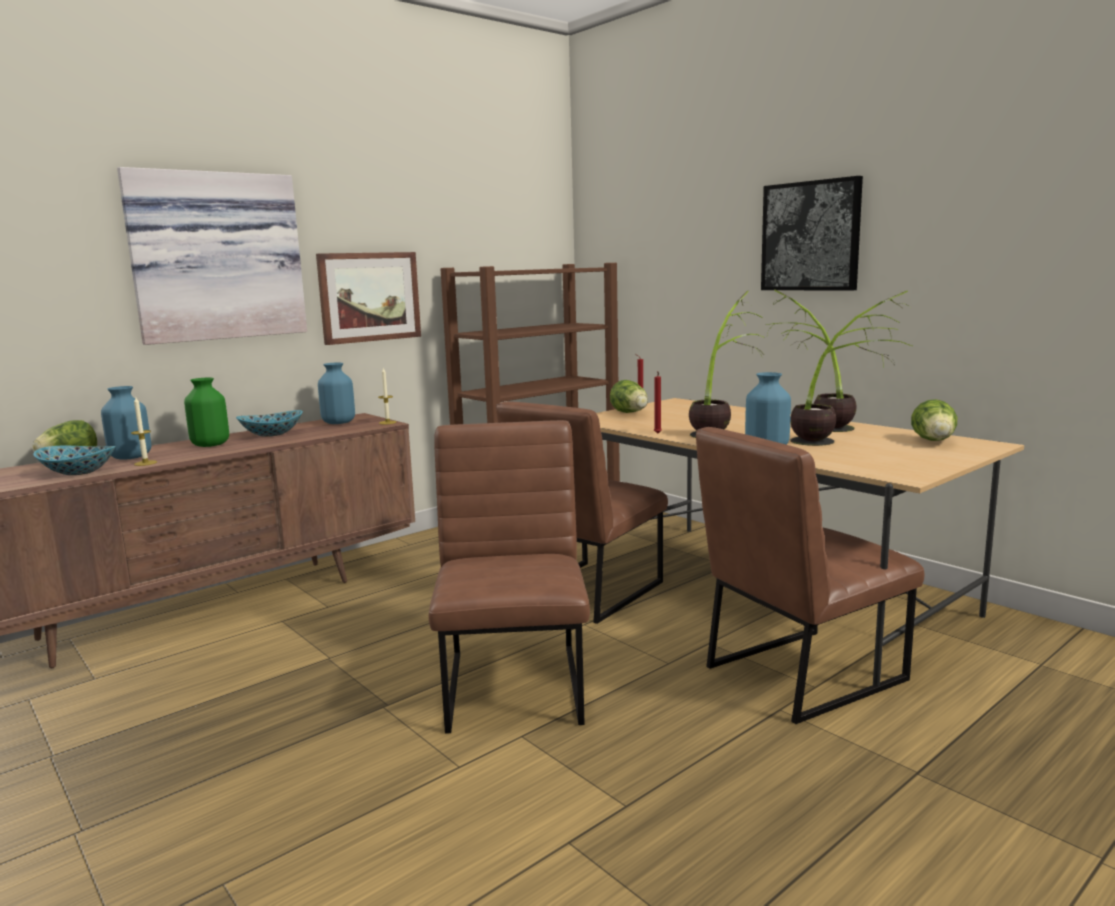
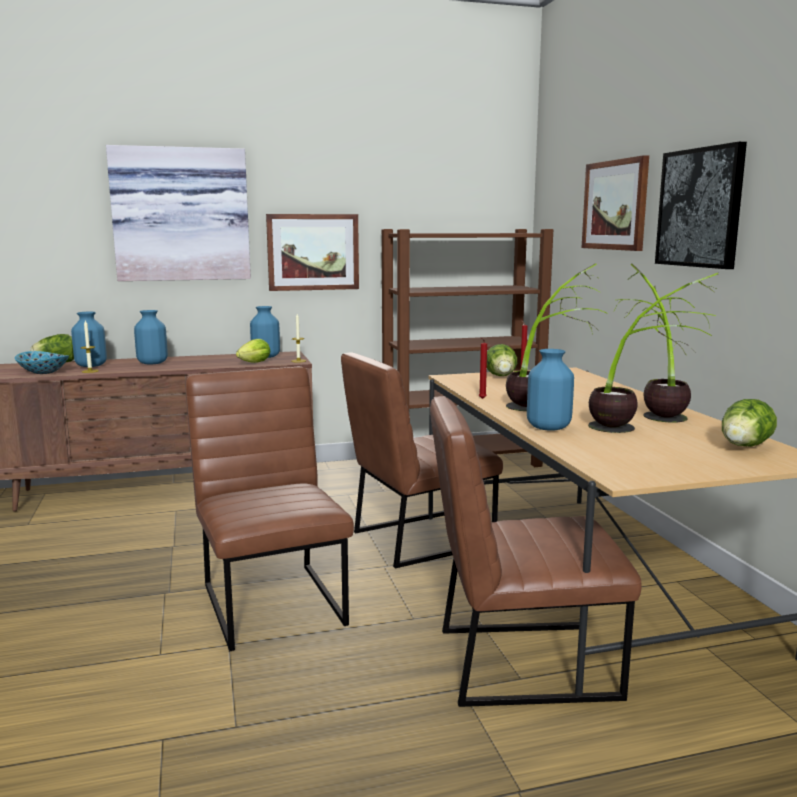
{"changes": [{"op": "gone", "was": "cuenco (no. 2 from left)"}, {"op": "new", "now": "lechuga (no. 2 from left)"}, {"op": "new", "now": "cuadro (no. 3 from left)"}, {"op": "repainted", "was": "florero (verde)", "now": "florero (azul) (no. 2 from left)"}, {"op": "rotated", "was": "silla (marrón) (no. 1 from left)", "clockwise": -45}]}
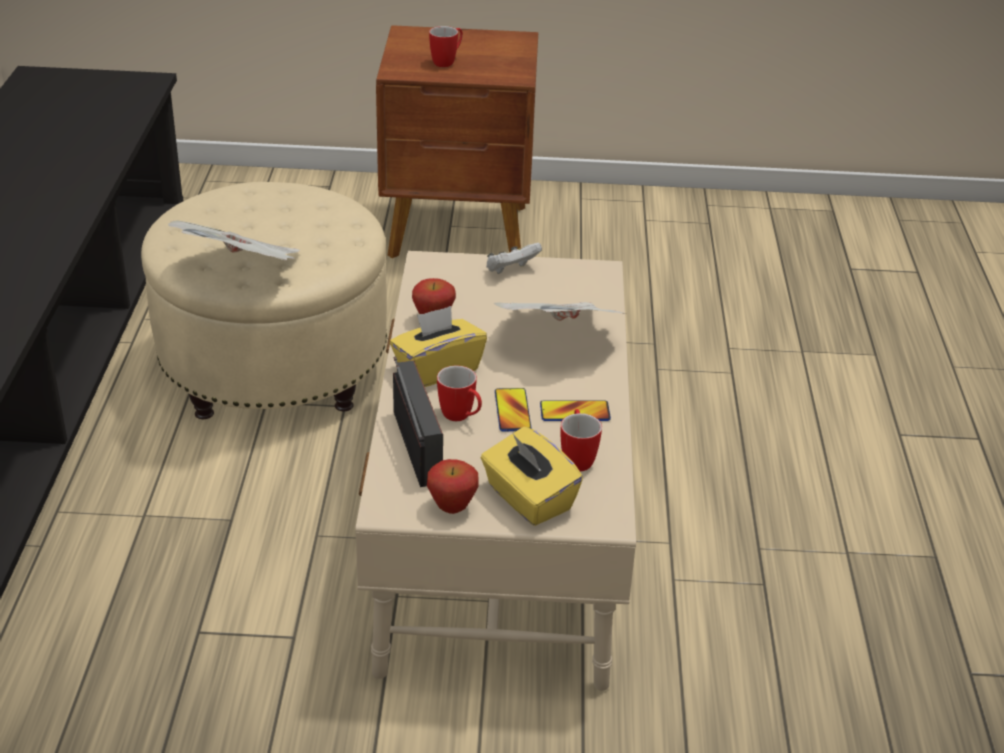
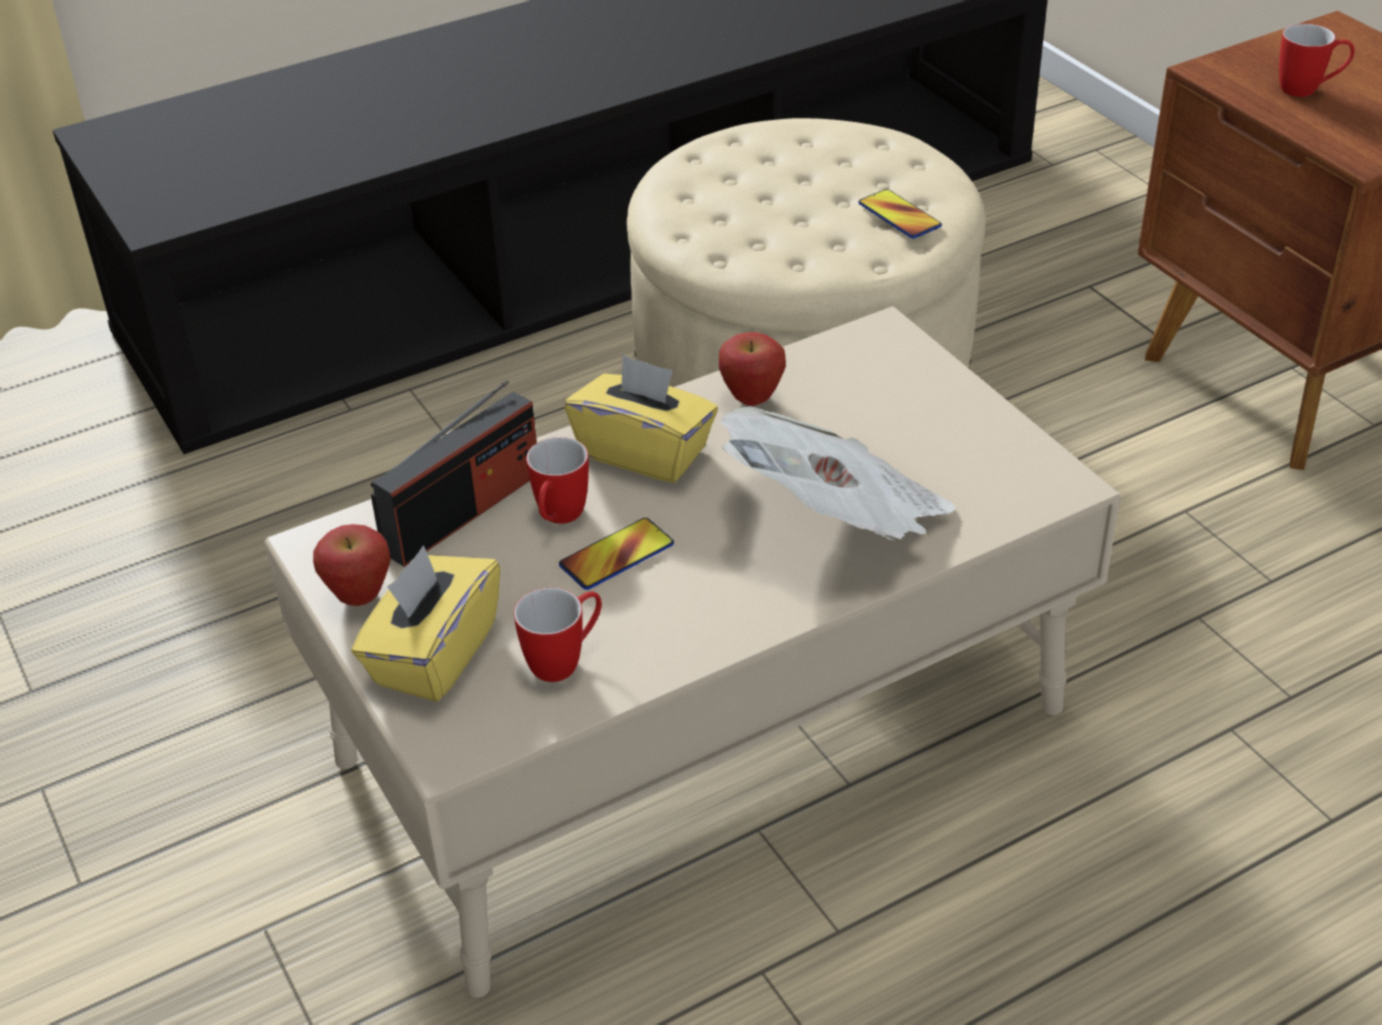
{"changes": [{"op": "gone", "was": "periódico (no. 1 from left)"}, {"op": "gone", "was": "mando de consola (blanco)"}, {"op": "shifted", "was": "móvil (no. 2 from left)"}]}
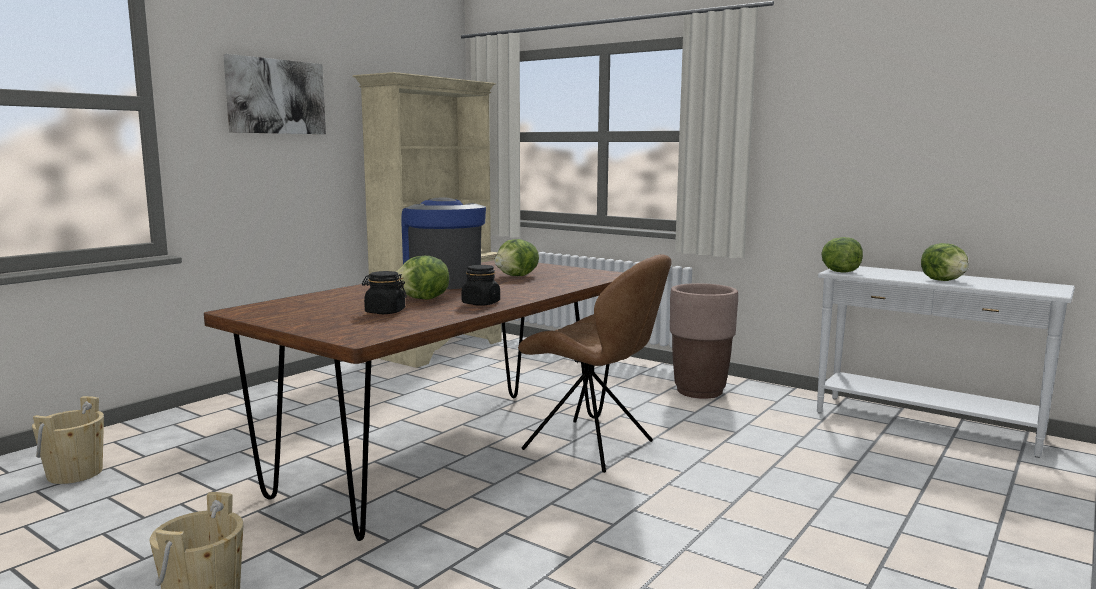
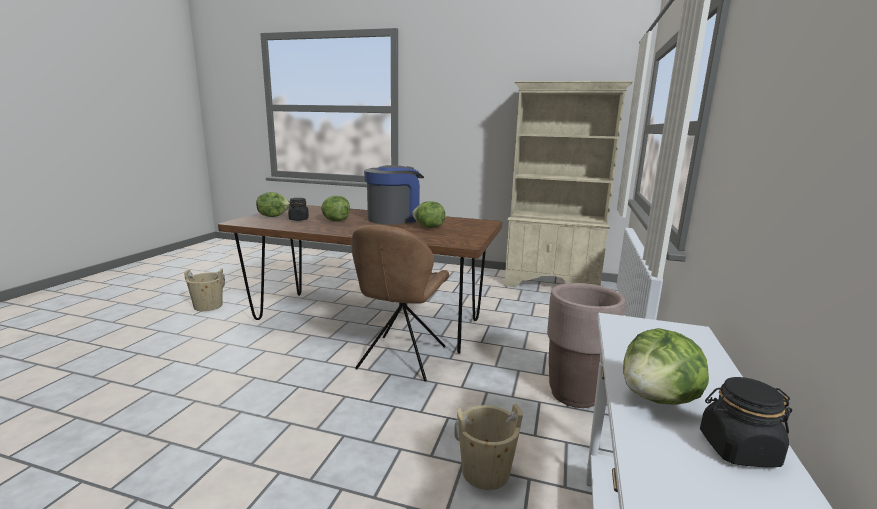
{"changes": [{"op": "gone", "was": "cuadro"}, {"op": "shifted", "was": "cubo (beis) (no. 1 from left in the first image)", "now": "cubo (beis) (no. 2 from left)"}, {"op": "shifted", "was": "tarro (negro) (no. 2 from left)"}, {"op": "shifted", "was": "lechuga (no. 3 from left in the first image)", "now": "lechuga (no. 1 from left)"}]}
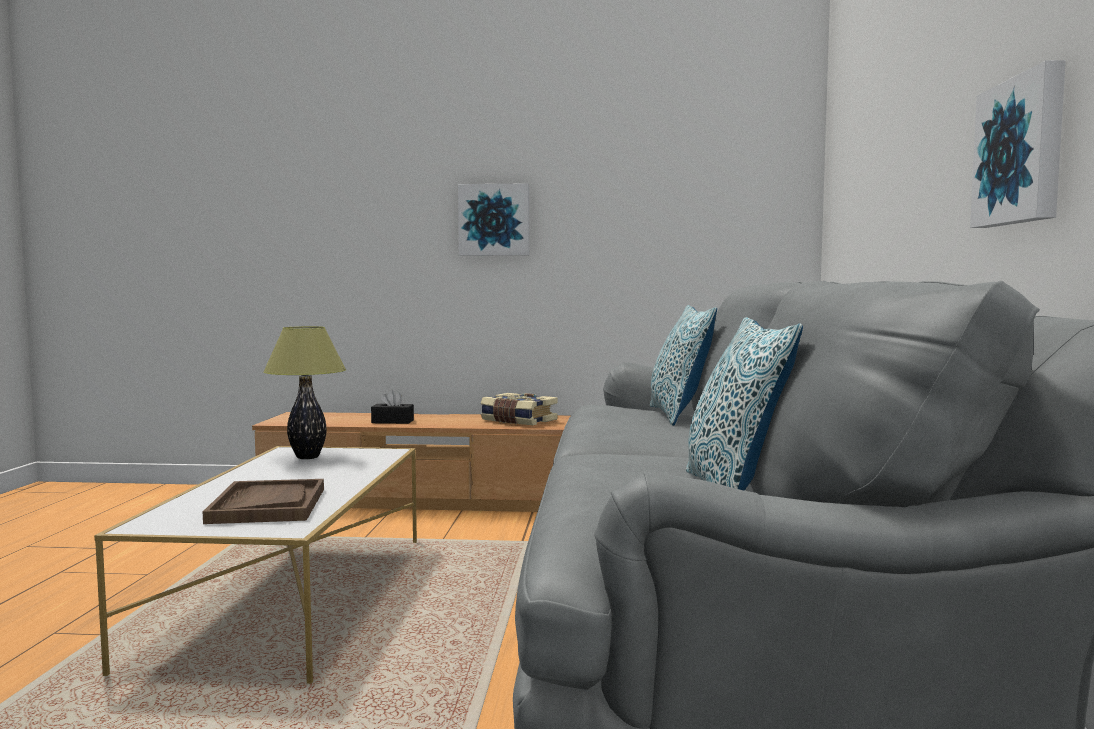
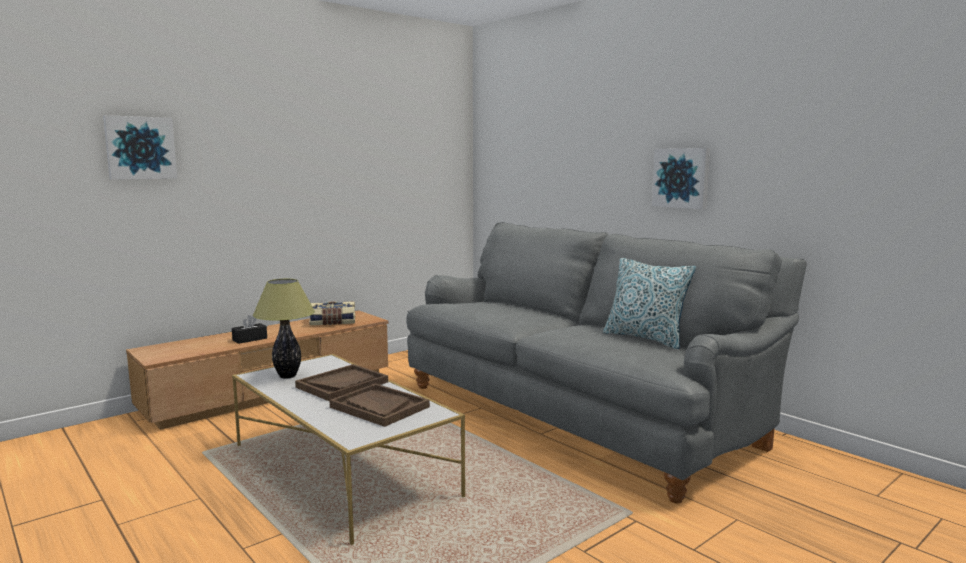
{"changes": [{"op": "gone", "was": "cojín (no. 1 from left)"}, {"op": "new", "now": "bandeja (marrón) (no. 1 from left)"}, {"op": "shifted", "was": "cuadro (no. 1 from left)"}]}
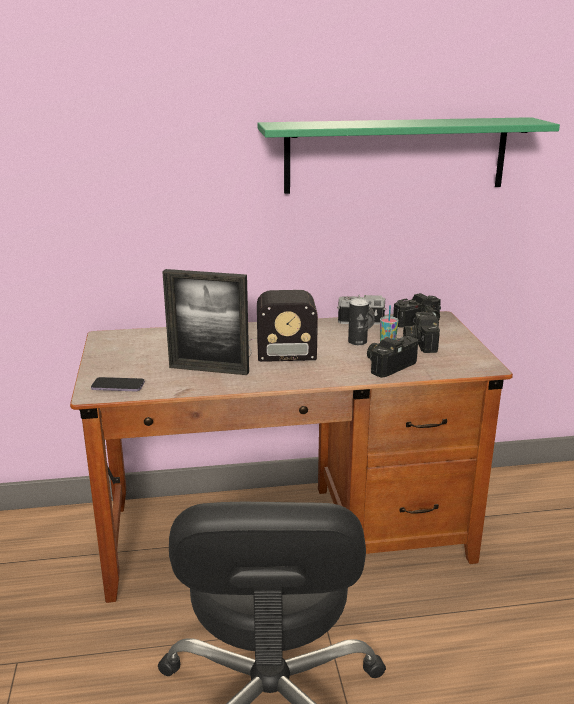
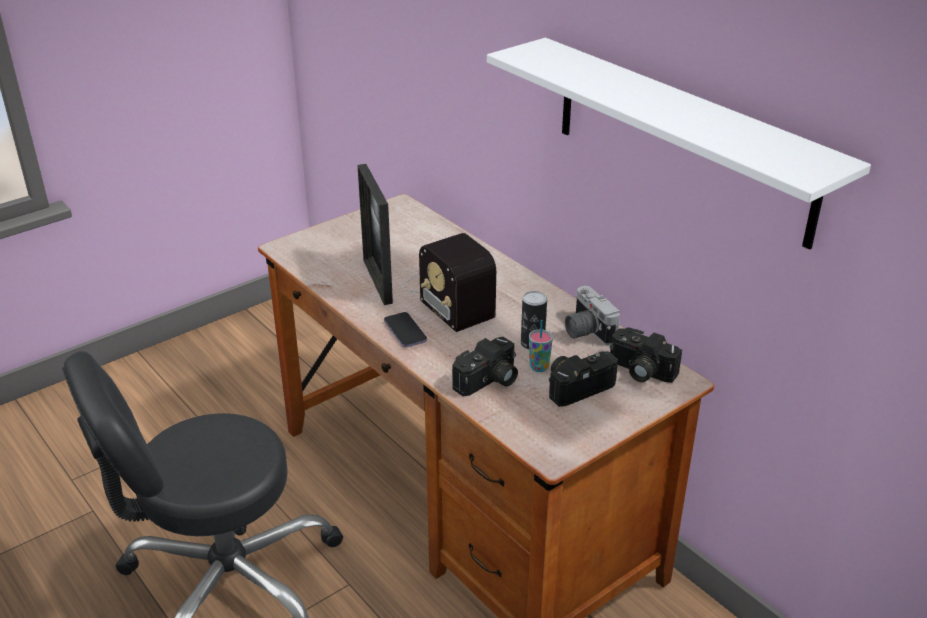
{"changes": [{"op": "shifted", "was": "móvil"}, {"op": "repainted", "was": "estante (verde)", "now": "estante (blanco)"}, {"op": "rotated", "was": "cámara (no. 2 from left in the first image)", "clockwise": 120}]}
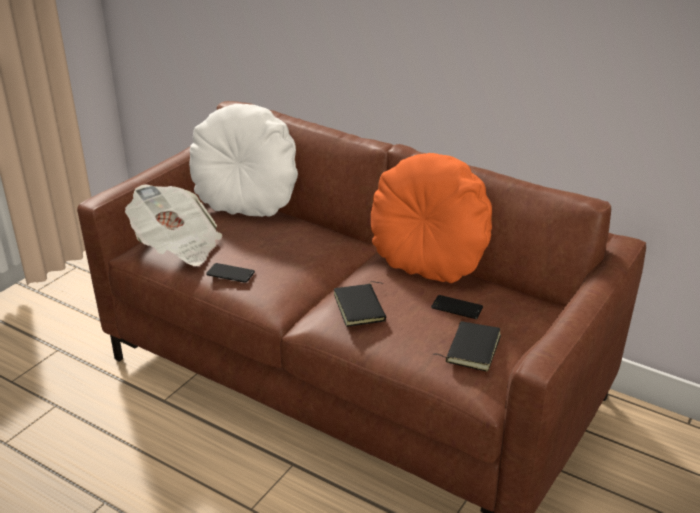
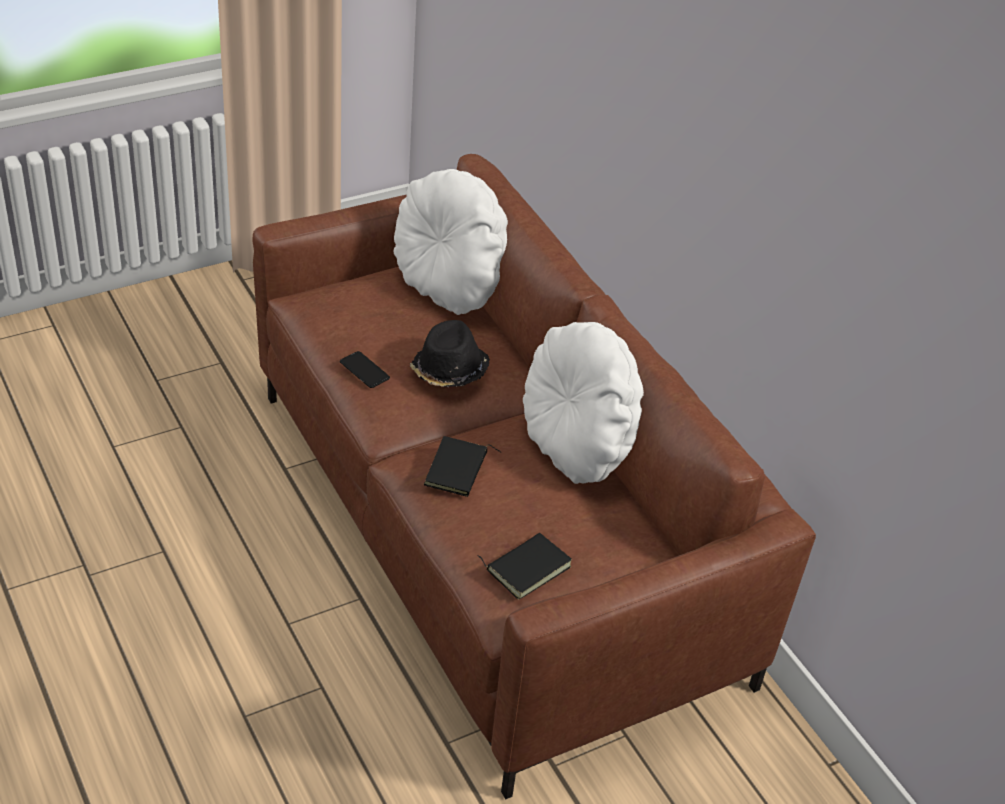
{"changes": [{"op": "gone", "was": "periódico"}, {"op": "gone", "was": "móvil (no. 2 from left)"}, {"op": "new", "now": "sombrero (negro)"}, {"op": "repainted", "was": "cojín (naranja)", "now": "cojín (blanco) (no. 2 from left)"}]}
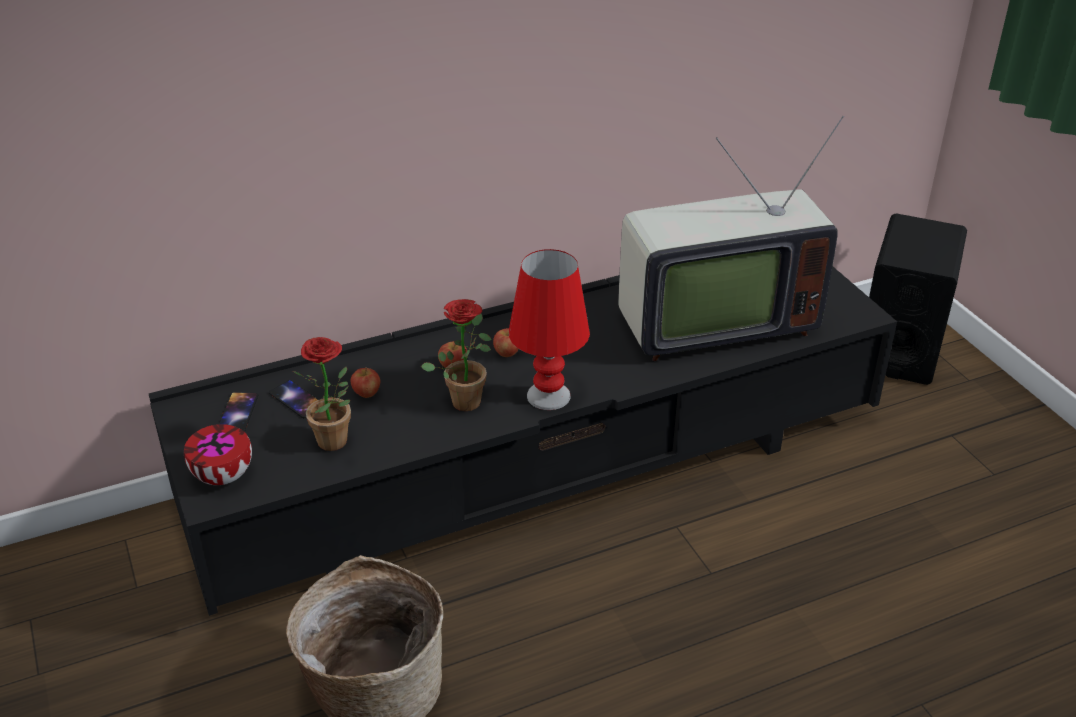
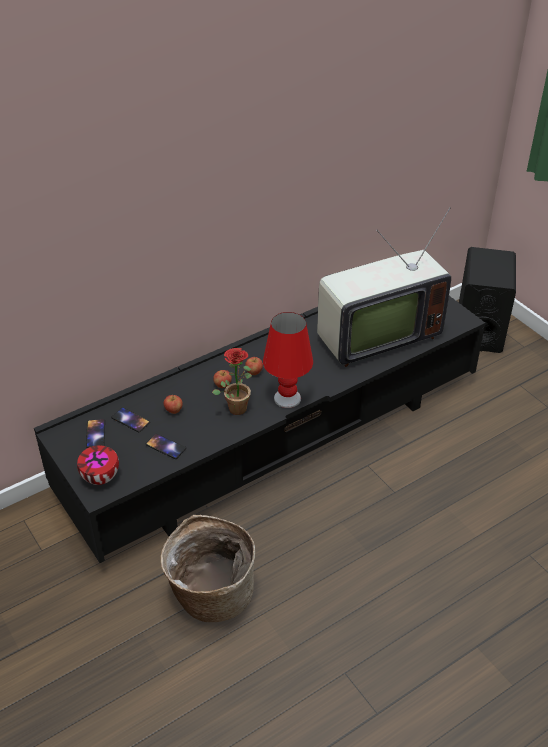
{"changes": [{"op": "swapped", "was": "planta en maceta (no. 1 from left)", "now": "móvil (no. 3 from left)"}]}
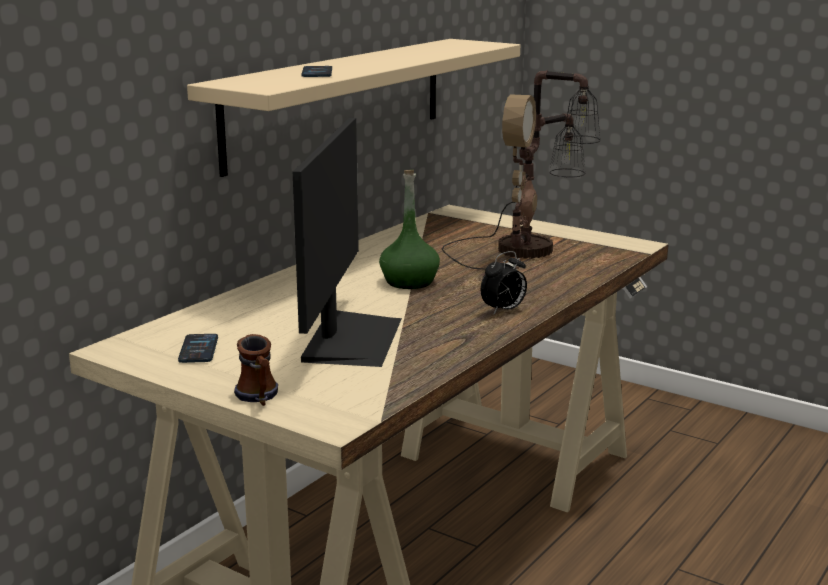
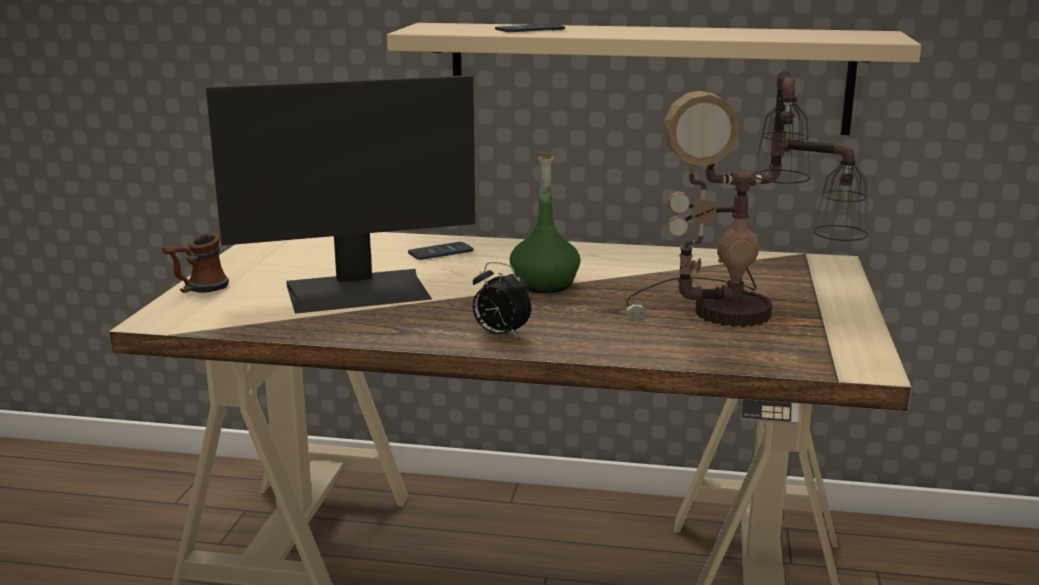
{"changes": [{"op": "shifted", "was": "móvil (no. 1 from left)"}]}
